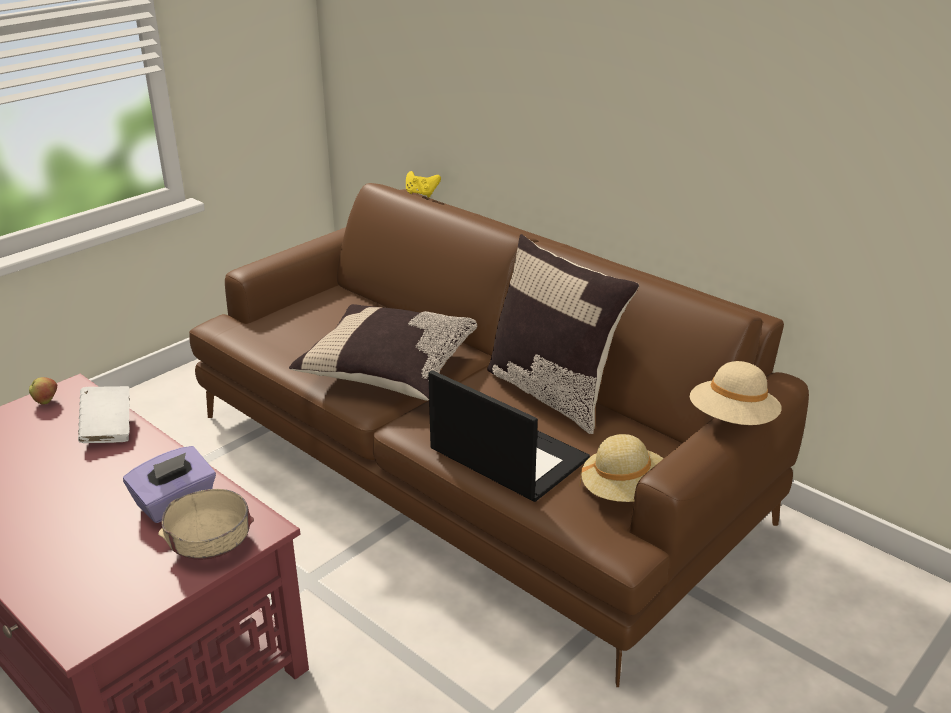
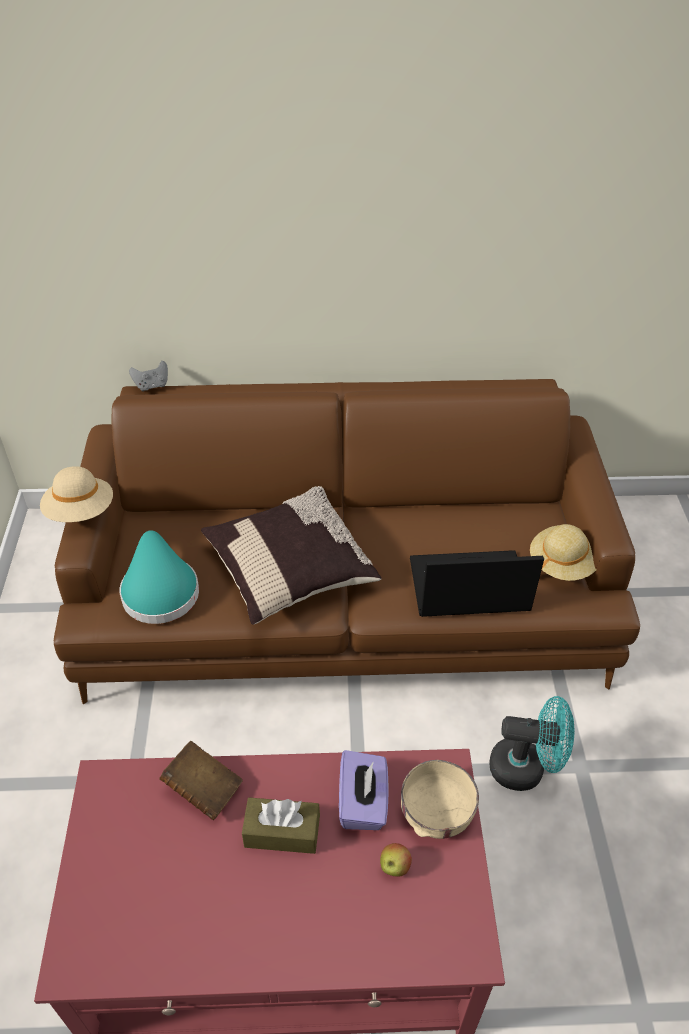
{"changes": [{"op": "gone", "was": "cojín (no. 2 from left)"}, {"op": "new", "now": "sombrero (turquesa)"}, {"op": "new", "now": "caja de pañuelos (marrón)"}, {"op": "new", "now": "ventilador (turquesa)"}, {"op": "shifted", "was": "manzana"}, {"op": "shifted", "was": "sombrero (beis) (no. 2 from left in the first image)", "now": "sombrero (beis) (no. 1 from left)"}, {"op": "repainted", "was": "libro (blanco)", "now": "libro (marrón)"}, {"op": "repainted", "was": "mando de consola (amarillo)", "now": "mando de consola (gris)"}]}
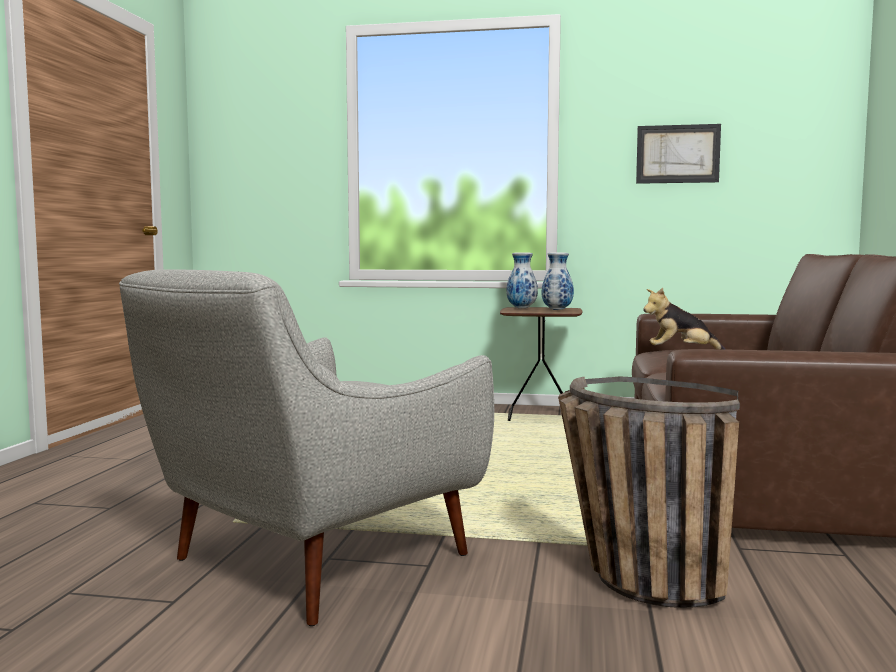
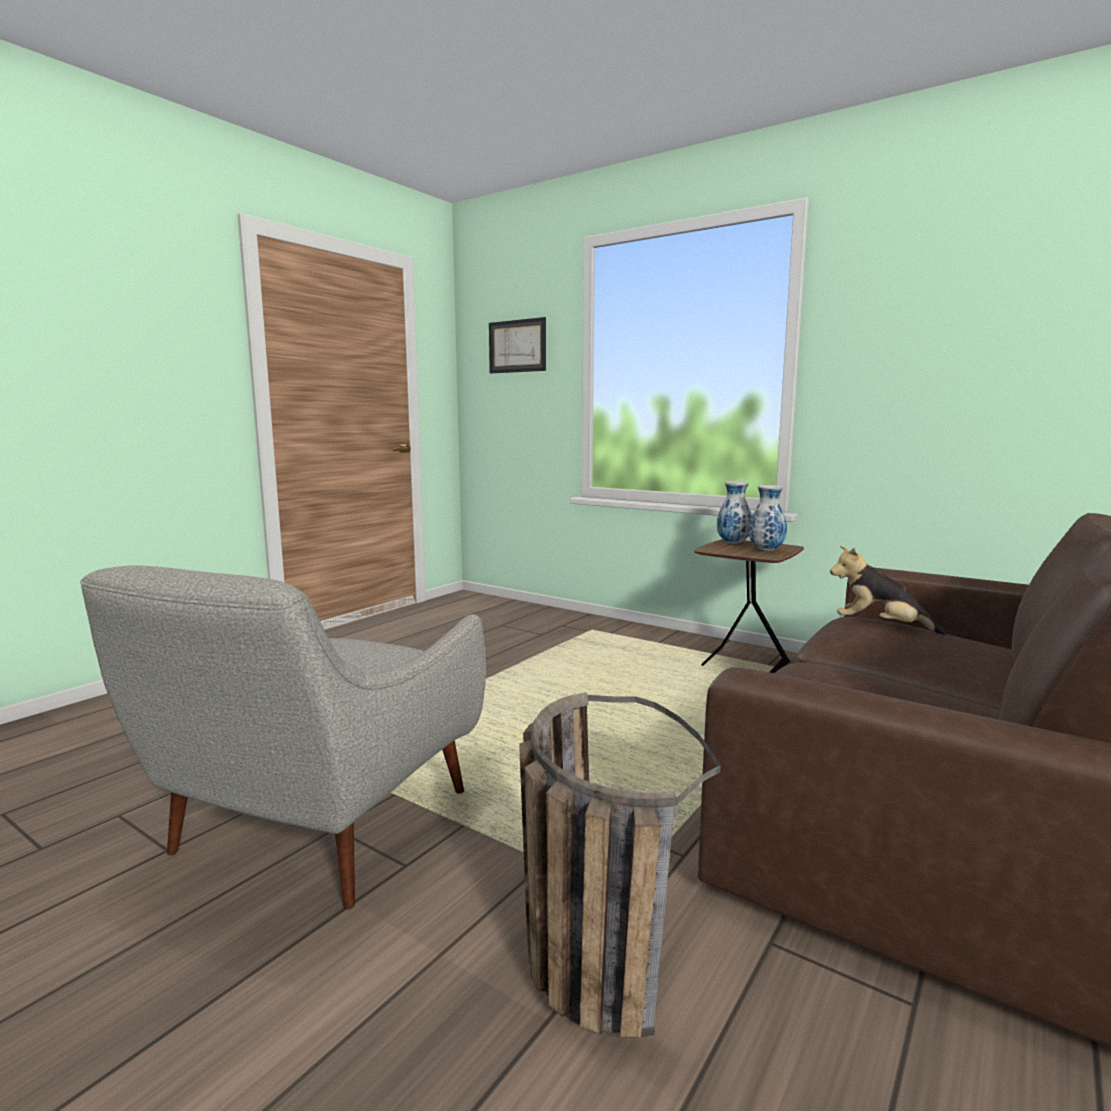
{"changes": [{"op": "shifted", "was": "cuadro"}, {"op": "rotated", "was": "sillón (gris)", "clockwise": -45}]}
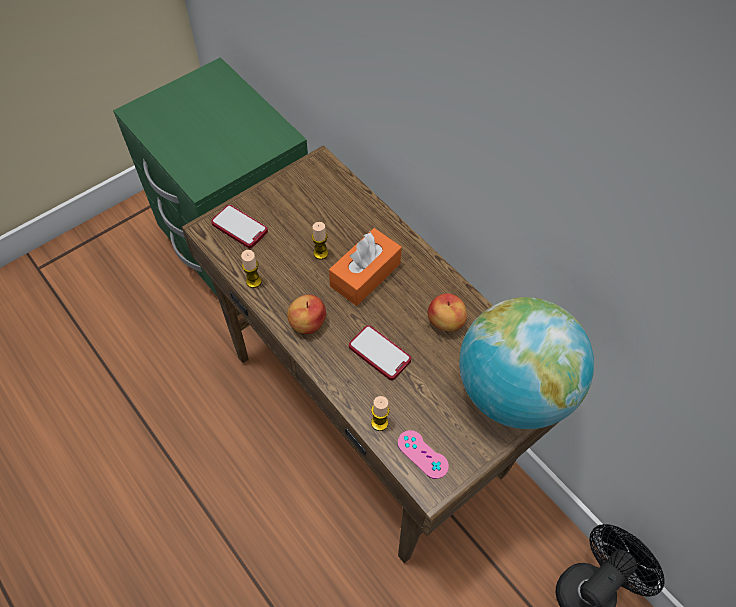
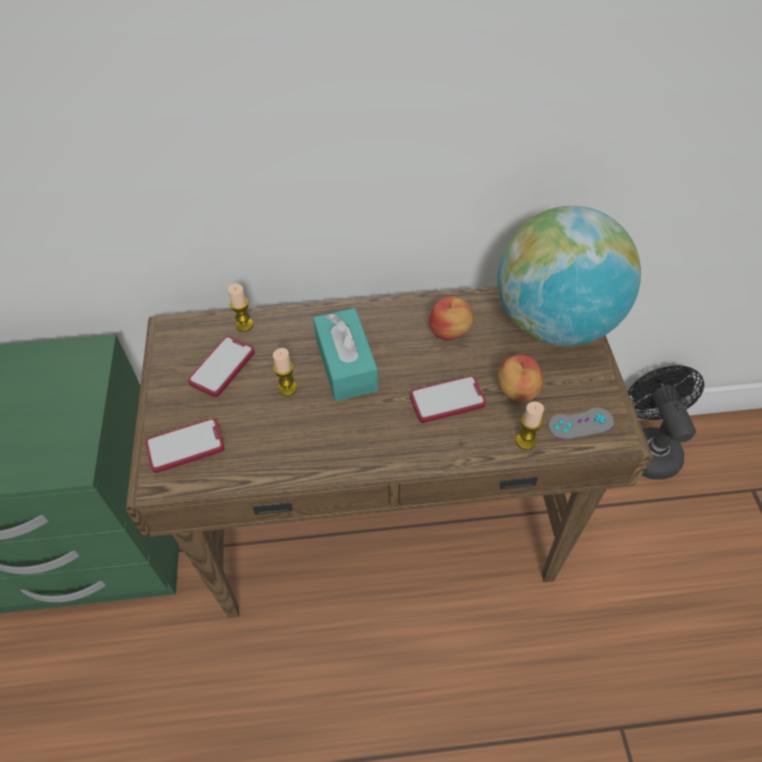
{"changes": [{"op": "new", "now": "móvil (no. 2 from left)"}, {"op": "shifted", "was": "vela (no. 1 from left)"}, {"op": "shifted", "was": "manzana (no. 1 from left in the first image)", "now": "manzana (no. 2 from left)"}, {"op": "repainted", "was": "caja de pañuelos (naranja)", "now": "caja de pañuelos (turquesa)"}, {"op": "repainted", "was": "mando de consola (rosa)", "now": "mando de consola (gris)"}]}
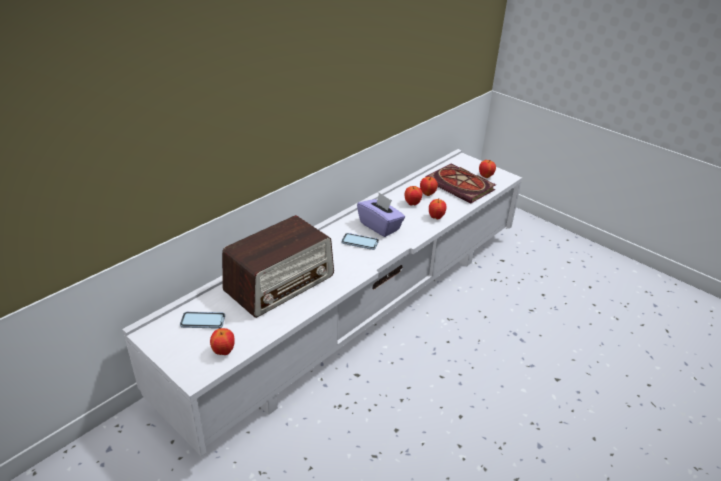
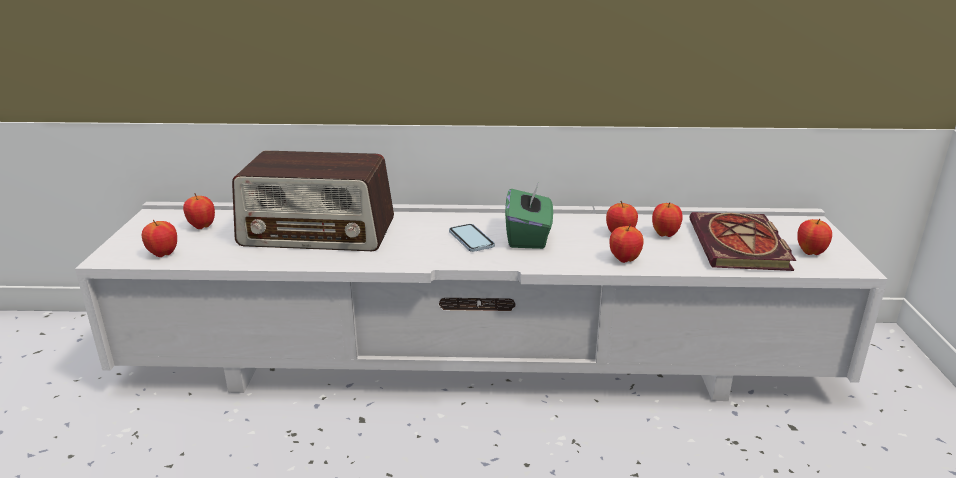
{"changes": [{"op": "swapped", "was": "móvil (no. 1 from left)", "now": "manzana (no. 2 from left)"}, {"op": "repainted", "was": "caja de pañuelos (morado)", "now": "caja de pañuelos (verde)"}]}
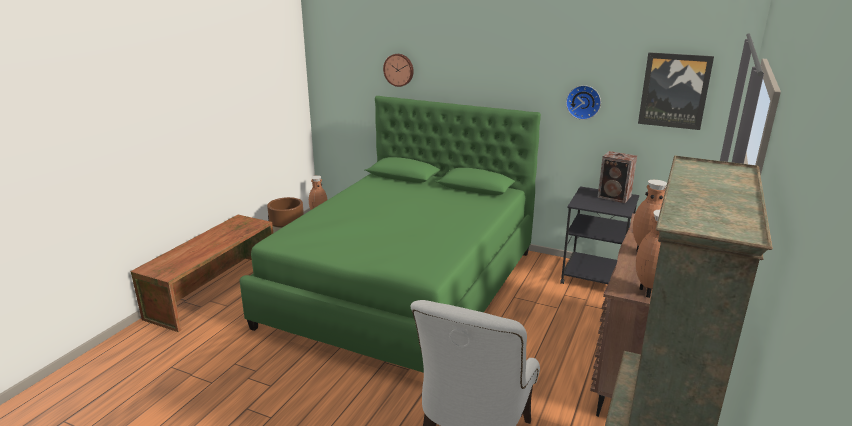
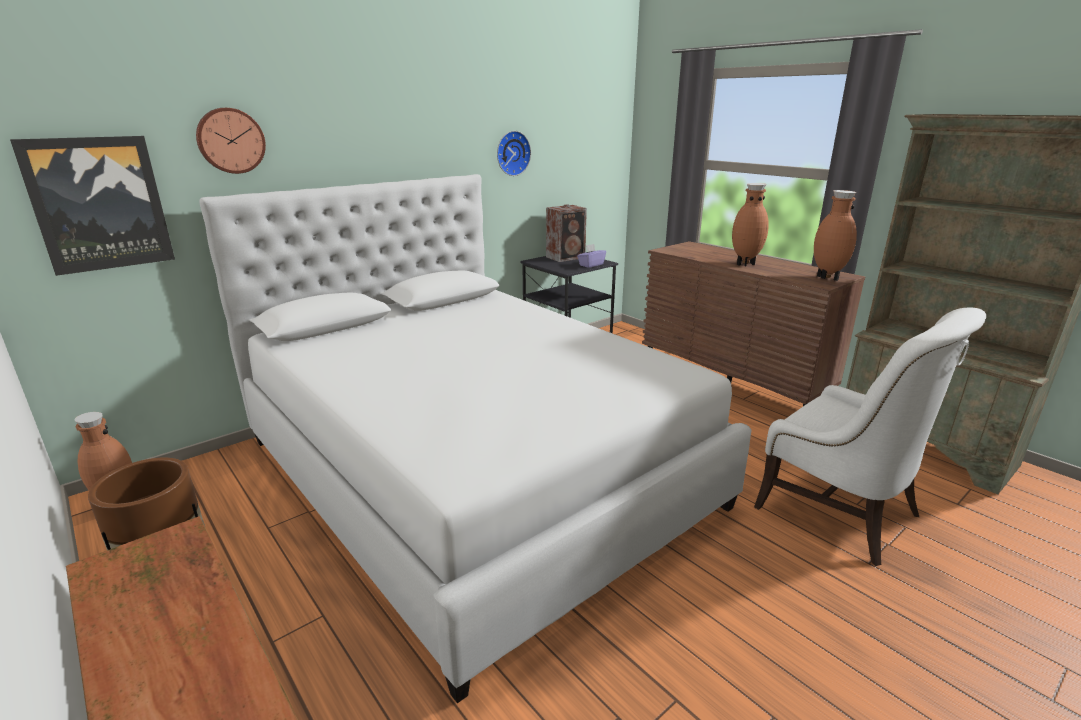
{"changes": [{"op": "new", "now": "caja de pañuelos (morado)"}, {"op": "shifted", "was": "cuadro"}, {"op": "repainted", "was": "cama (verde)", "now": "cama (blanco)"}]}
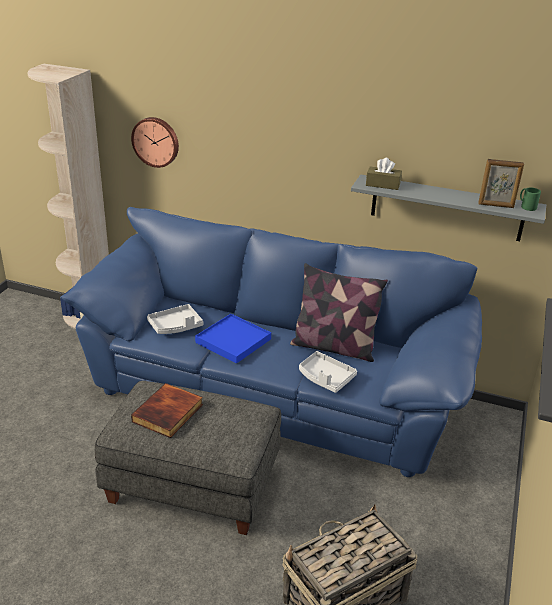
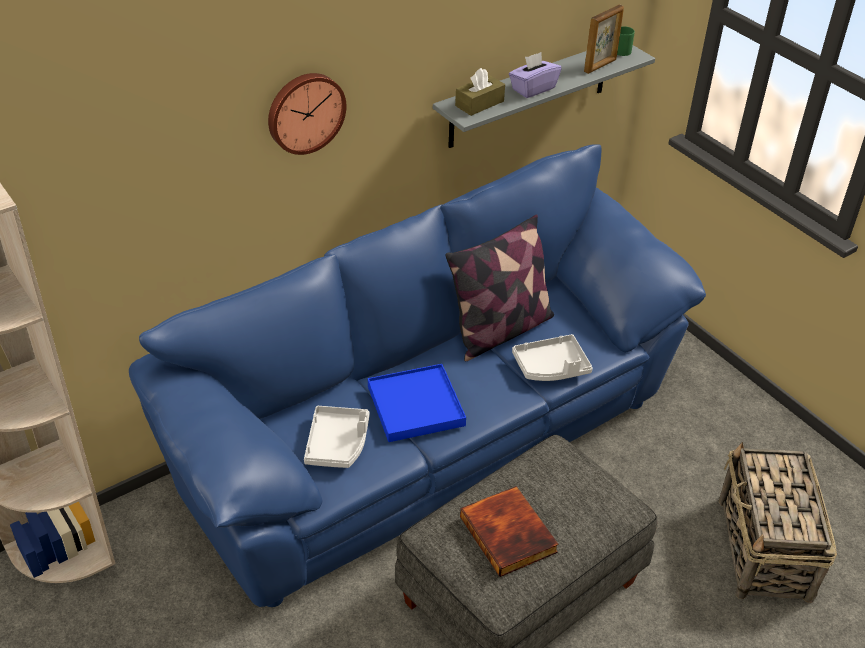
{"changes": [{"op": "new", "now": "caja de pañuelos (morado)"}, {"op": "shifted", "was": "reloj de pared"}]}
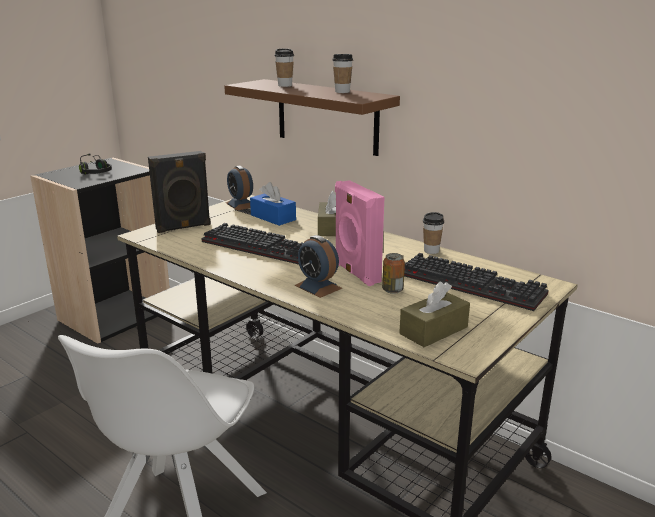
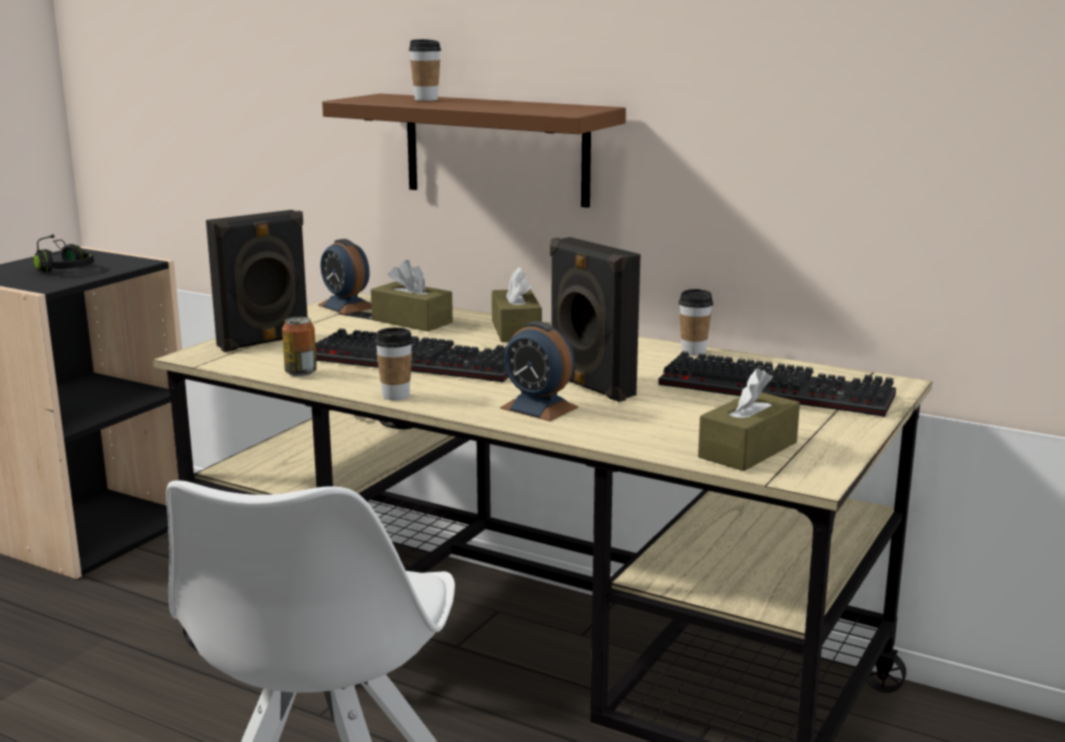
{"changes": [{"op": "shifted", "was": "taza (no. 2 from left in the first image)", "now": "taza (no. 1 from left)"}, {"op": "shifted", "was": "lata"}, {"op": "repainted", "was": "caja de pañuelos (azul)", "now": "caja de pañuelos (marrón) (no. 1 from left)"}, {"op": "repainted", "was": "altavoz (rosa)", "now": "altavoz (negro) (no. 2 from left)"}]}
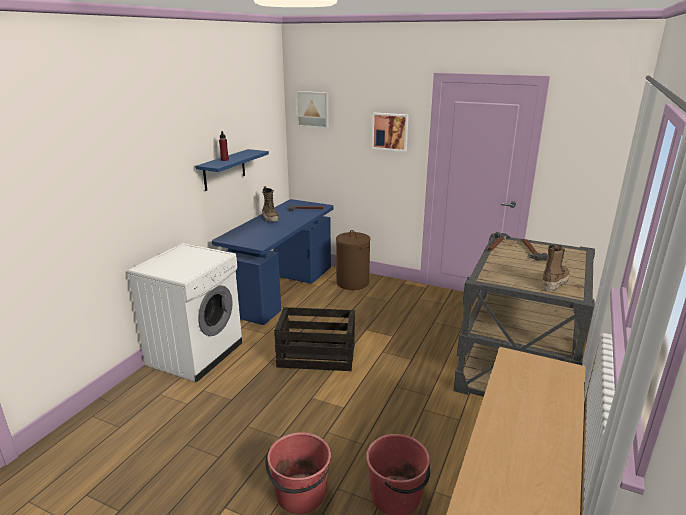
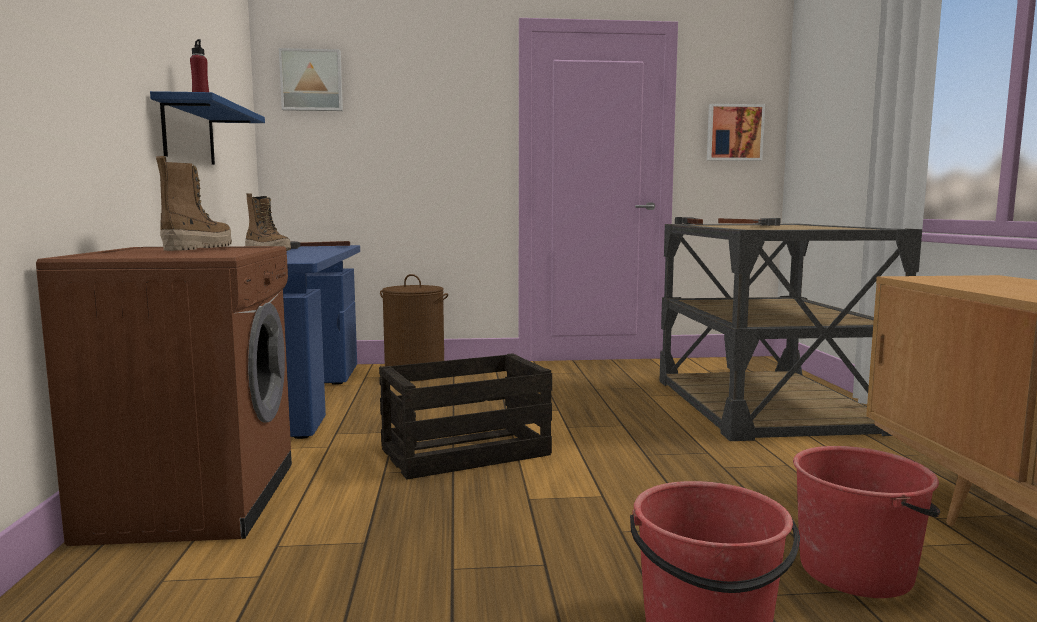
{"changes": [{"op": "shifted", "was": "cuadro (no. 2 from left)"}, {"op": "shifted", "was": "bota (no. 2 from left in the first image)", "now": "bota (no. 1 from left)"}, {"op": "repainted", "was": "lavadora (blanco)", "now": "lavadora (marrón)"}]}
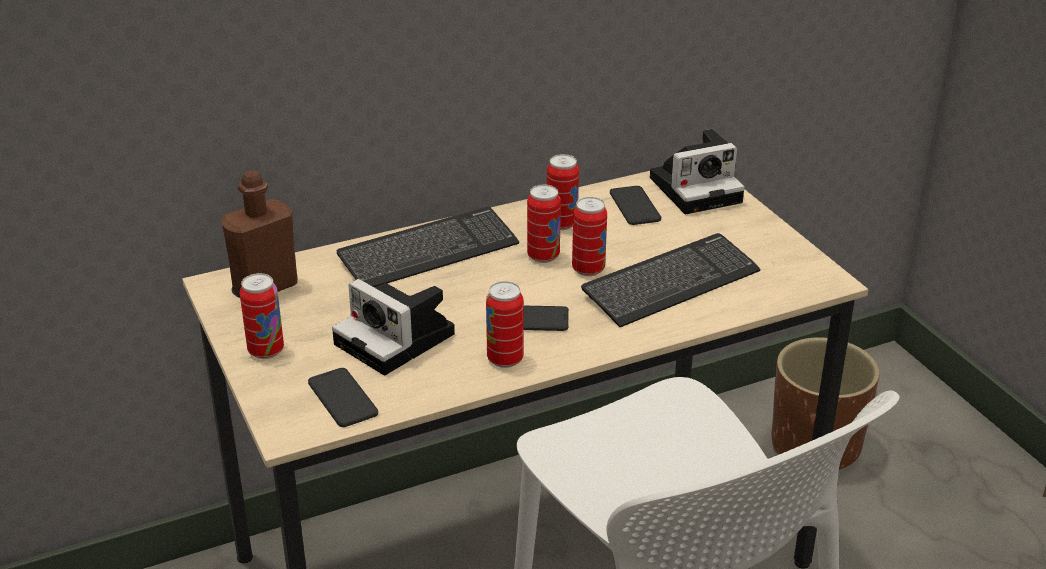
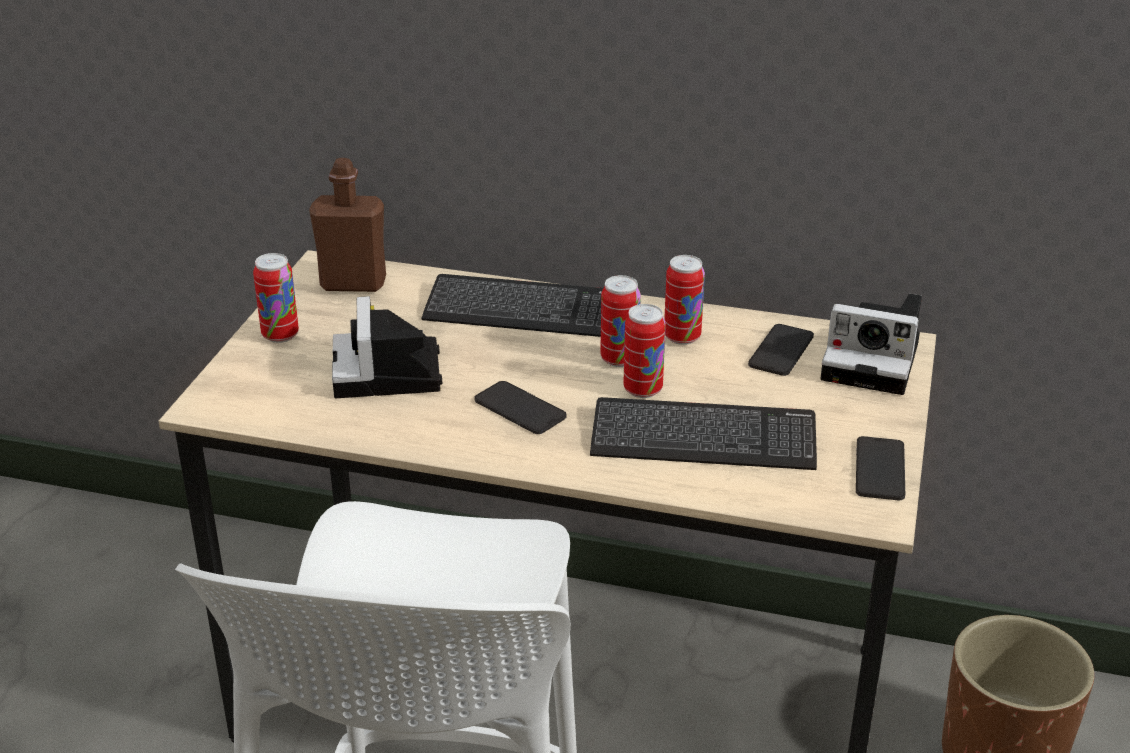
{"changes": [{"op": "gone", "was": "lata (no. 2 from left)"}, {"op": "shifted", "was": "móvil (no. 1 from left in the first image)", "now": "móvil (no. 3 from left)"}]}
